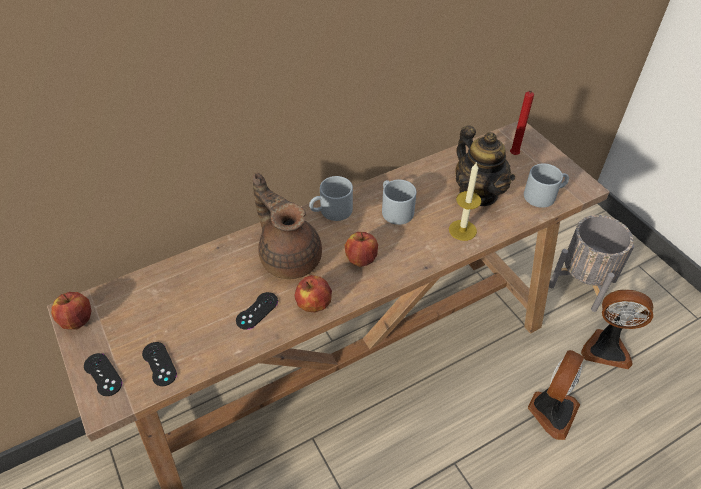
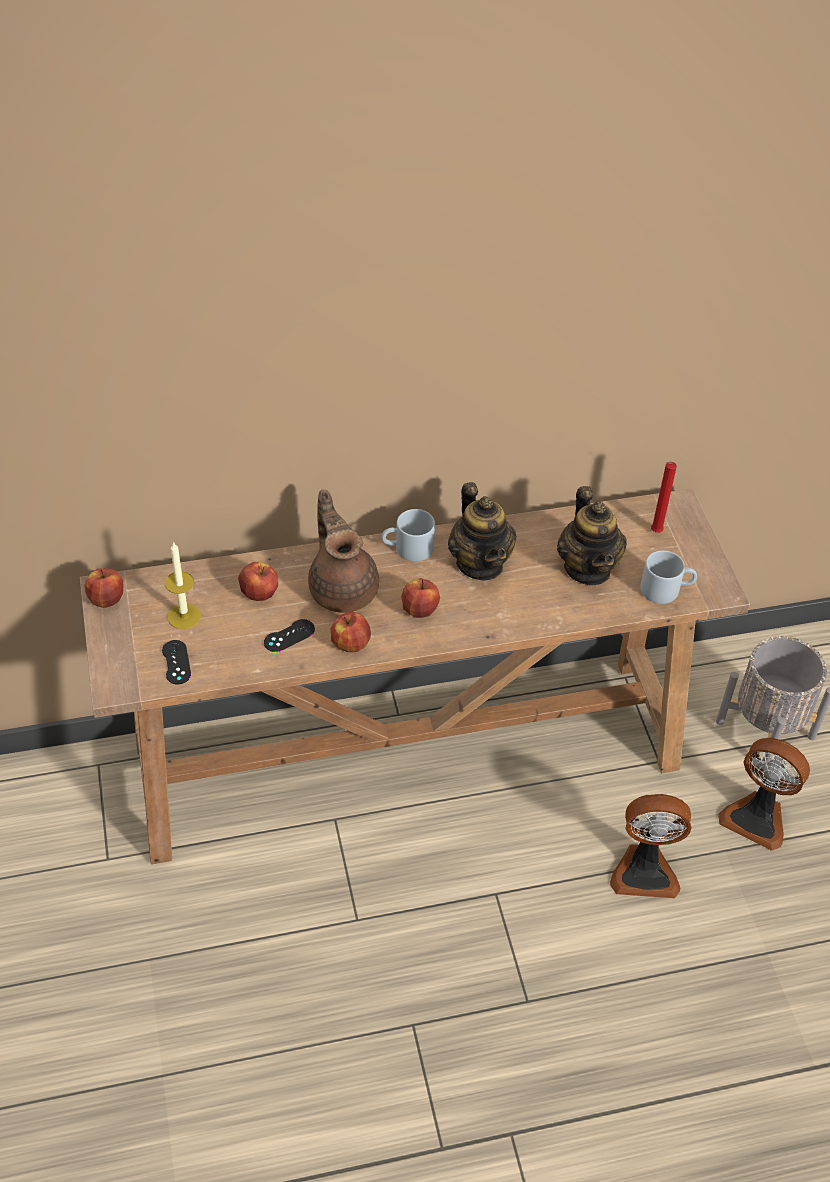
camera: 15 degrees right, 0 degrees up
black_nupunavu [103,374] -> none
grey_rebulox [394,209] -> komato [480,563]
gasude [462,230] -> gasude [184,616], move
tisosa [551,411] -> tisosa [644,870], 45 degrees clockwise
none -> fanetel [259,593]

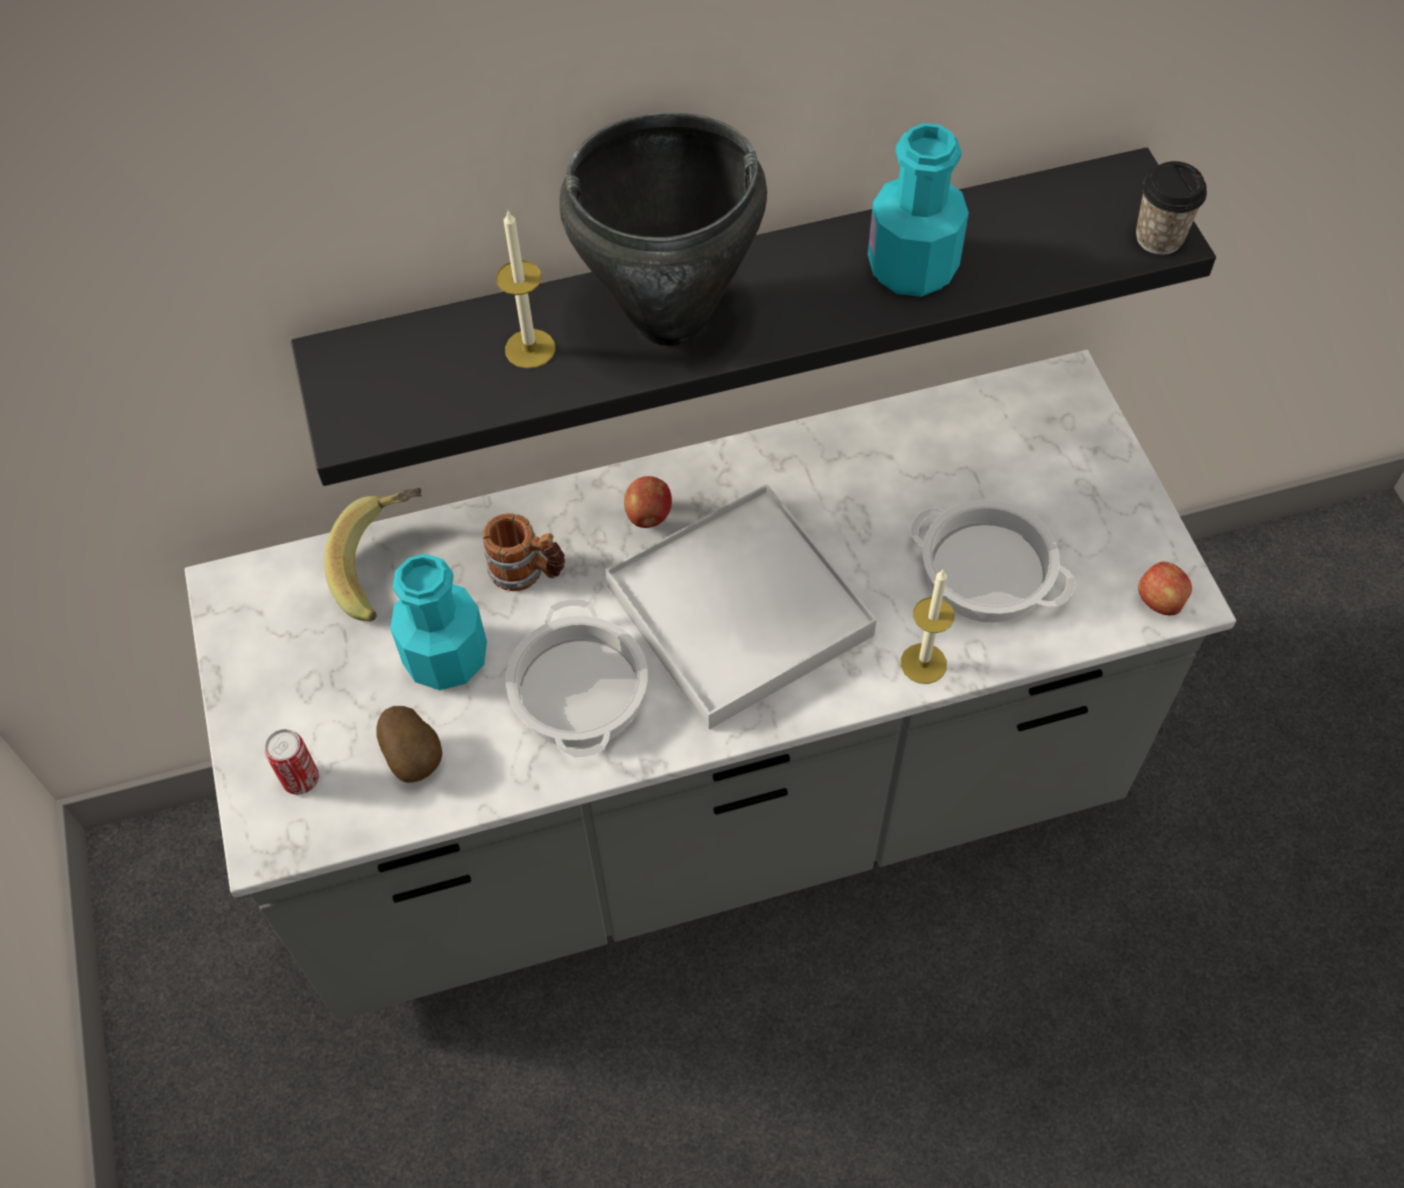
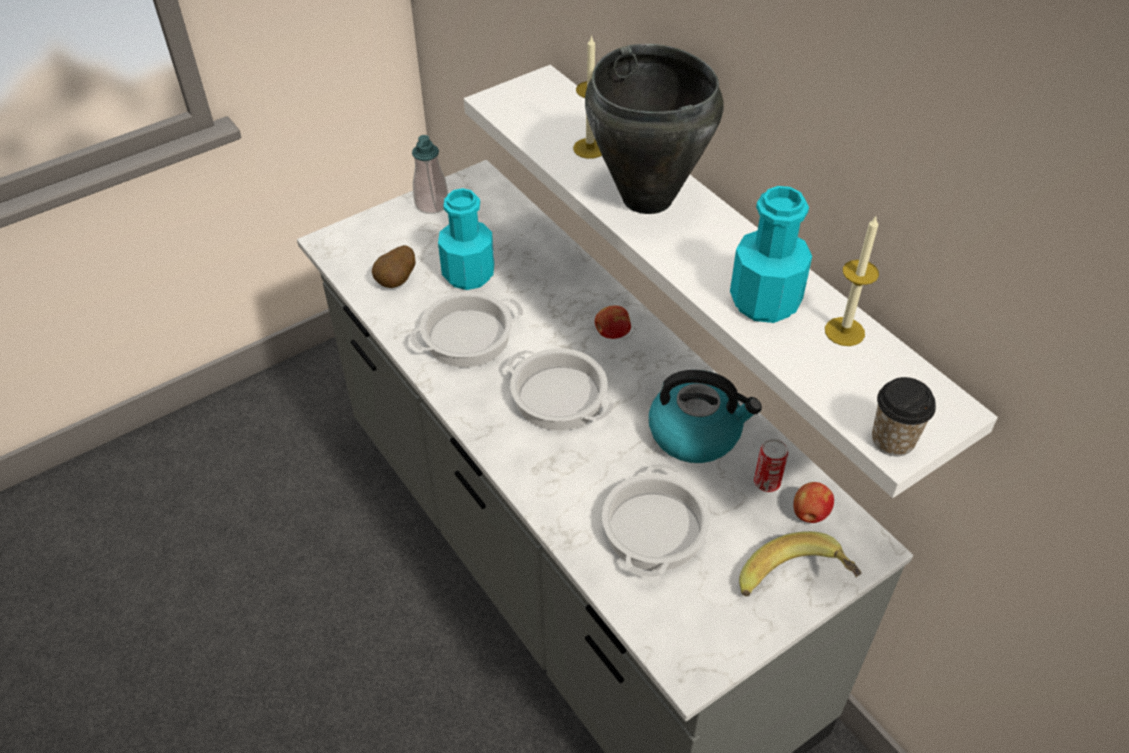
camera: 70 degrees right, 10 degrees down
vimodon [300,779] -> vimodon [767,482], move
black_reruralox [734,292] -> white_reruralox [730,253]
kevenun [385,567] -> kevenun [796,586], move
rebulox [527,572] -> none
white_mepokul [738,611] -> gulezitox [557,397]
gasude [923,663] -> gasude [844,331], move
fanetel [1160,602] -> fanetel [809,514], move
none -> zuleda [431,204]
none -> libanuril [696,433]

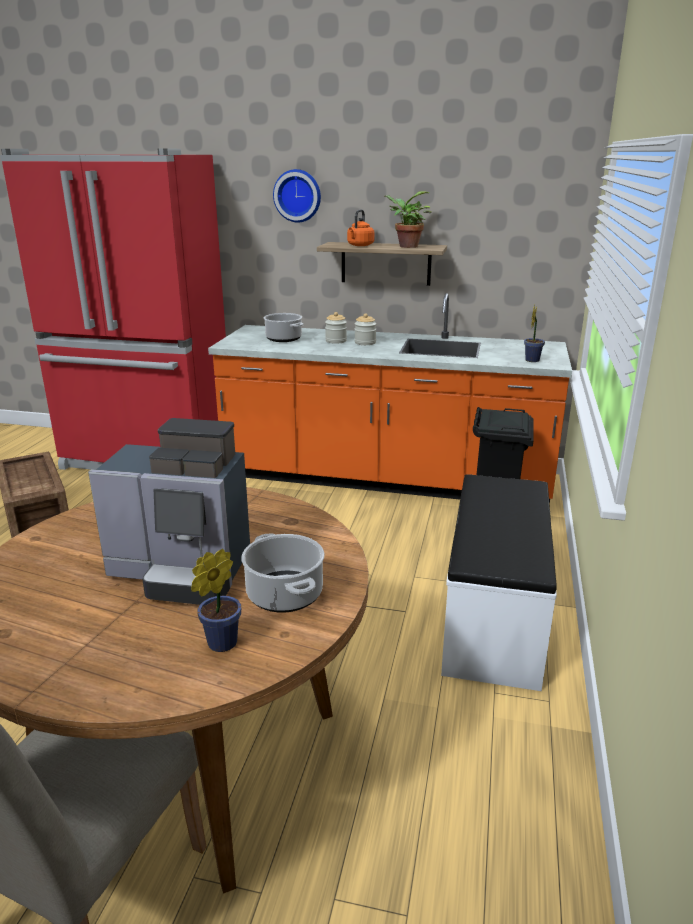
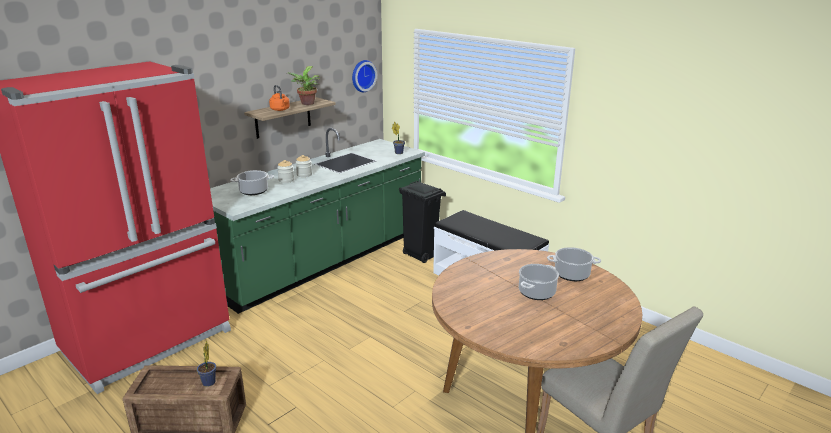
camera: 60 degrees left, 0 degrees up
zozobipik [183,571] -> gulezitox [536,292]
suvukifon [218,644] -> suvukifon [208,383], move
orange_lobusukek [386,479] -> green_lobusukek [324,261]
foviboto [298,196] -> foviboto [362,75], move

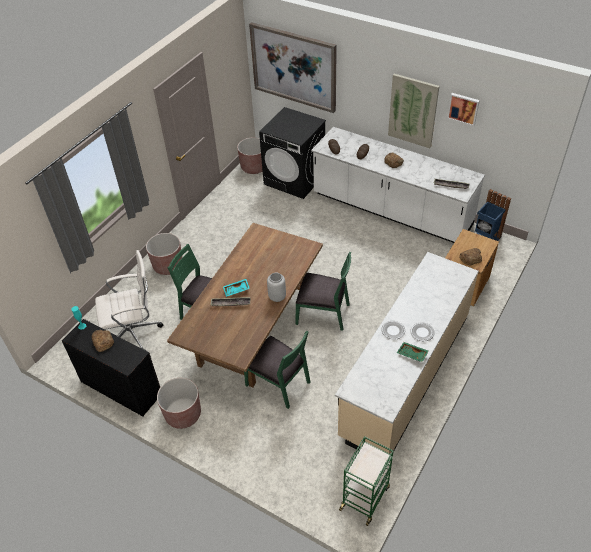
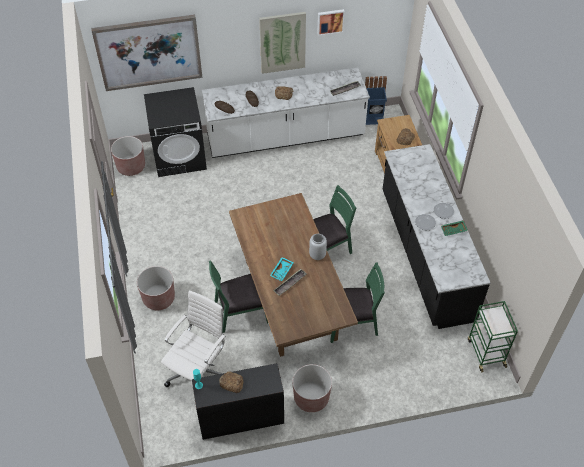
camera: 45 degrees left, 5 degrees up
beige_lobusukek [405,375] -> black_lobusukek [425,254]

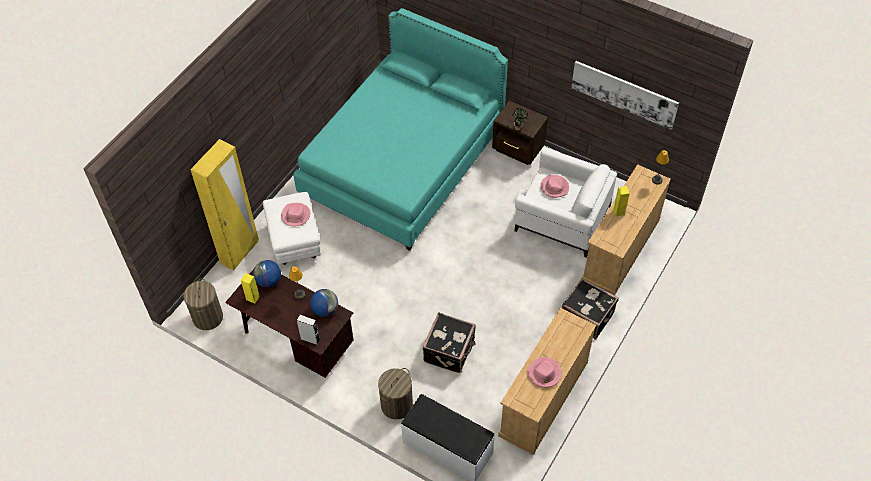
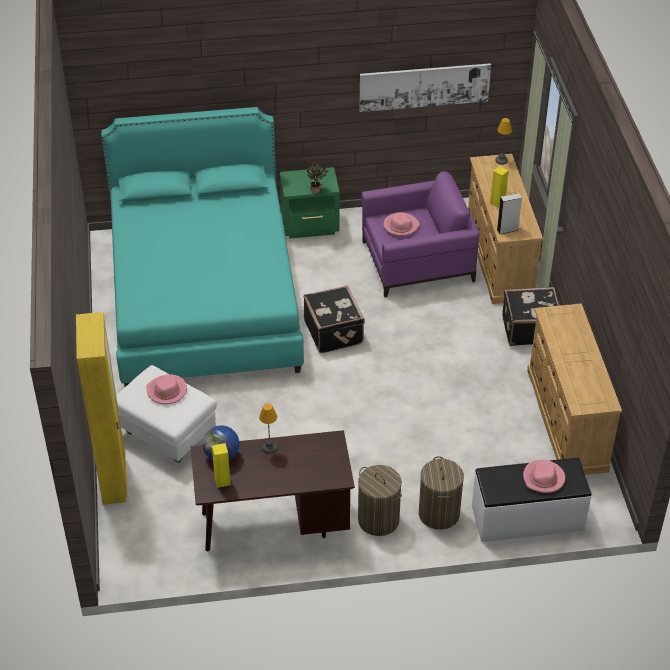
camera: 40 degrees left, 10 degrees down
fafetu [208,317] -> fafetu [378,520], move
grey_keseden [310,339] -> grey_keseden [507,229], move
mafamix [325,310] -> none
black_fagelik [450,350] -> black_fagelik [334,332], move
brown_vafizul [518,150] -> green_vafizul [311,226]
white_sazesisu [562,218] -> purple_sazesisu [417,261]
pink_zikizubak [544,373] -> pink_zikizubak [543,478], move

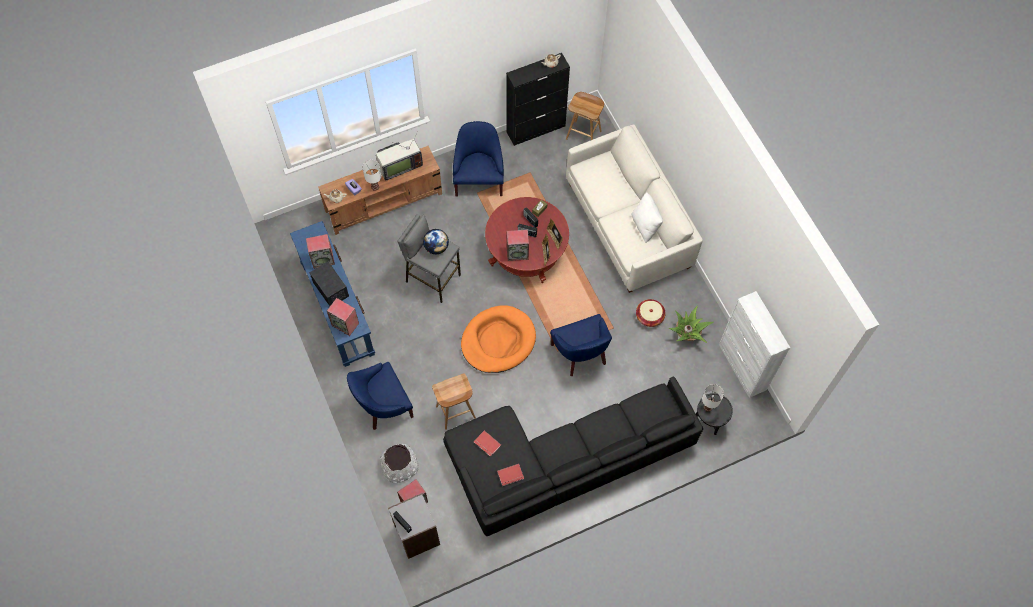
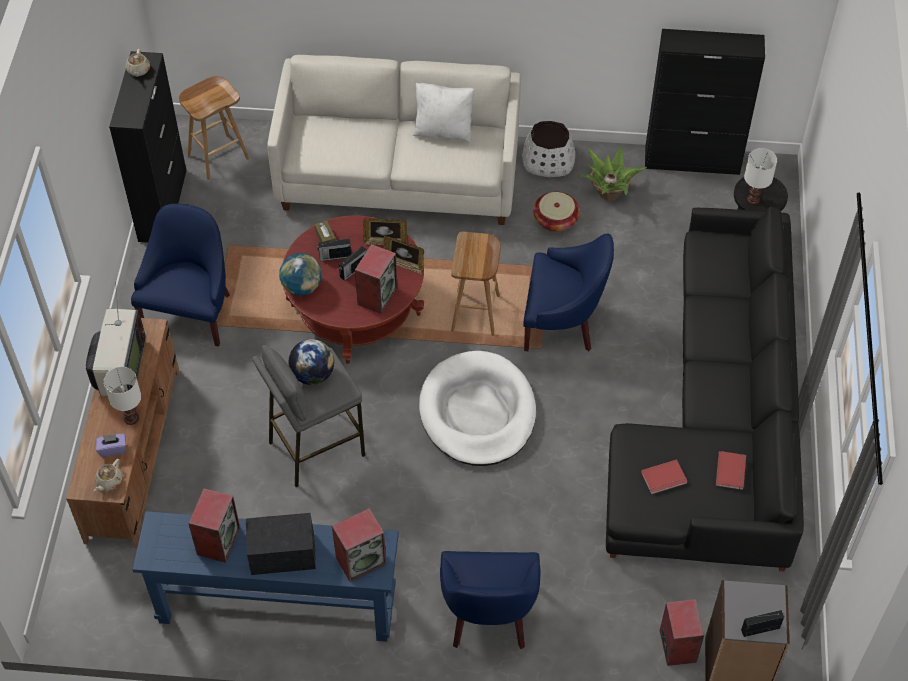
camera: 60 degrees left, 10 degrees down
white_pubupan [399,465] -> white_pubupan [548,160], move
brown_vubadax [455,412] -> brown_vubadax [476,314], move
blue_sazesisu [479,179] -> blue_sazesisu [191,312], 75 degrees clockwise
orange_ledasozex [498,341] -> white_ledasozex [477,412]
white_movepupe [742,367] -> black_movepupe [692,160]
none -> mafamix [302,287]

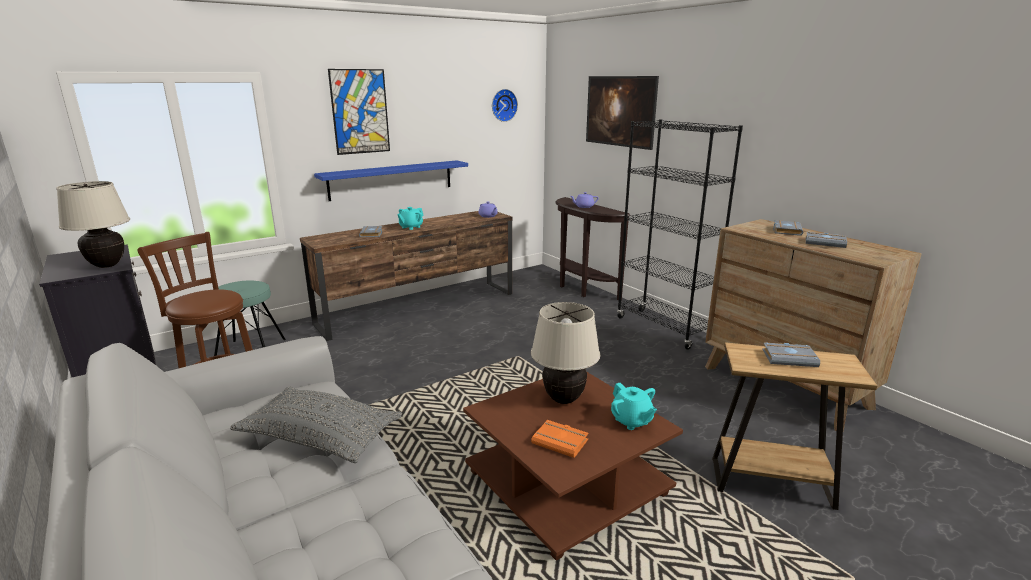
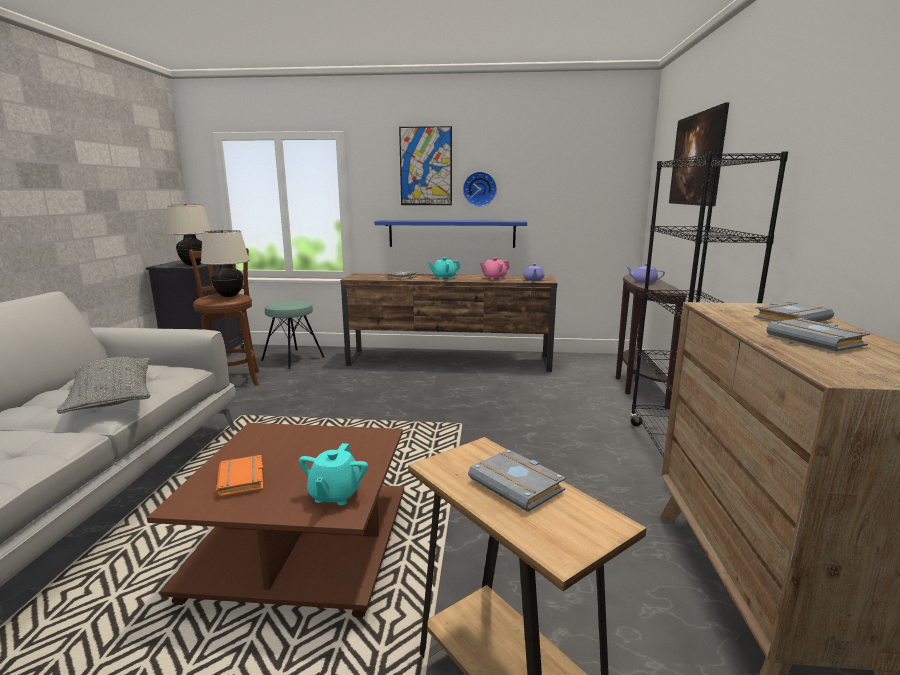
camera: 40 degrees right, 5 degrees down
foviboto [503,105] -> foviboto [479,189], move
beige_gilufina [564,399] -> beige_gilufina [229,296], move
none -> pink_komato [494,278]

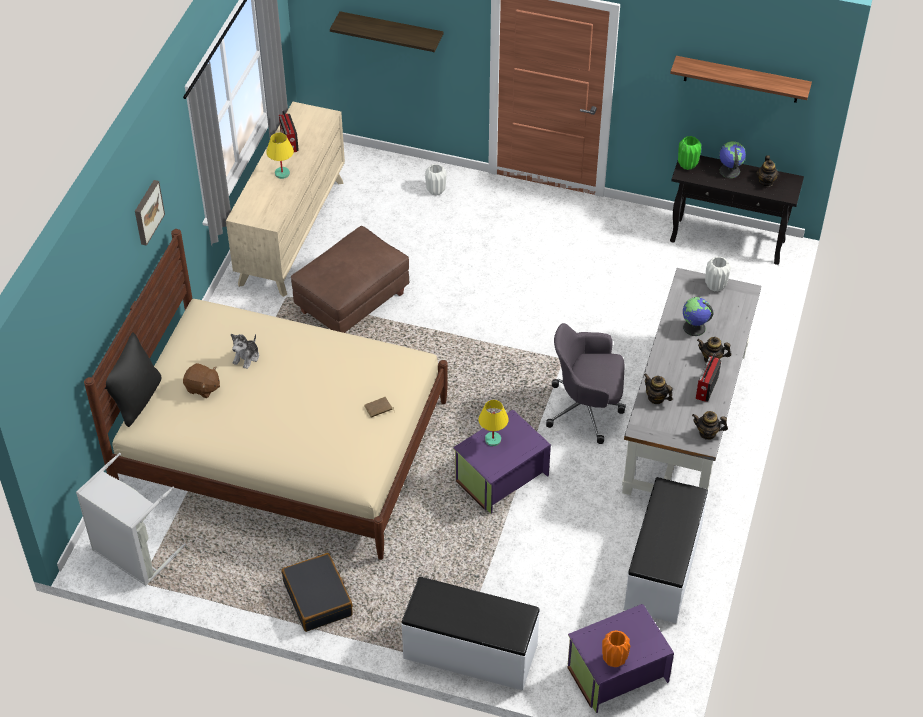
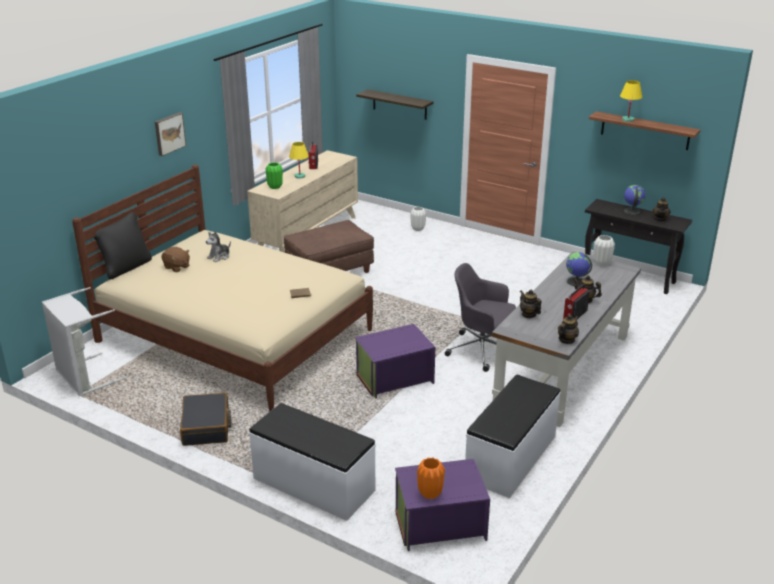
camera: 15 degrees right, 20 degrees down
yellow_gilufina [493,440] -> yellow_gilufina [628,120], move
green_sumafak [687,165] -> green_sumafak [275,187], move
komato [707,433] -> komato [566,340], 105 degrees clockwise

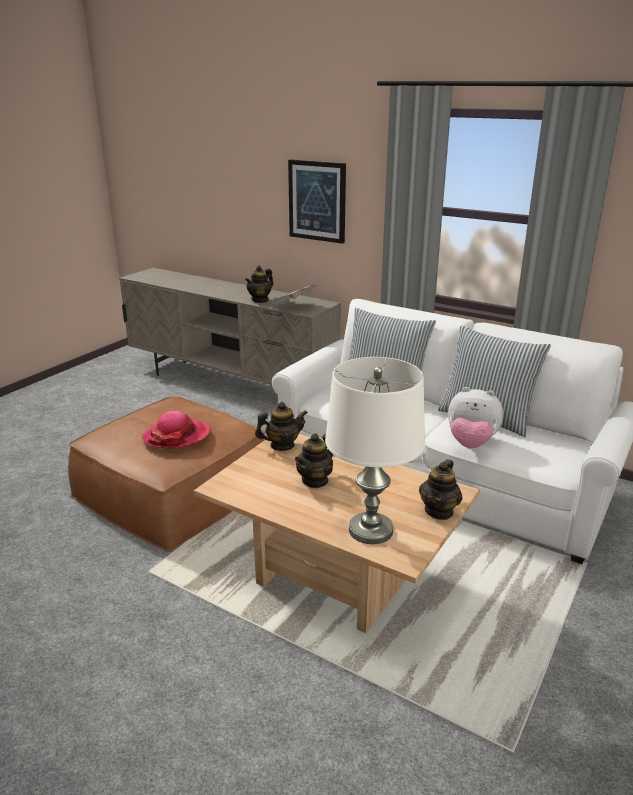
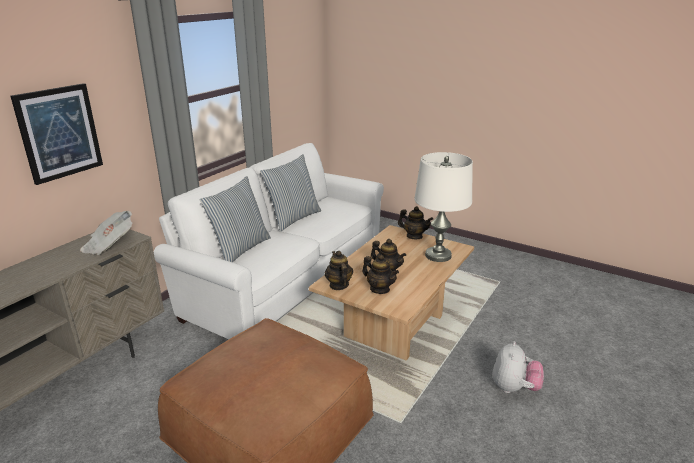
camera: 90 degrees left, 0 degrees up
zikizubak [177,436] -> none
komato [260,300] -> komato [379,289], move
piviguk [471,443] -> piviguk [514,388], move

